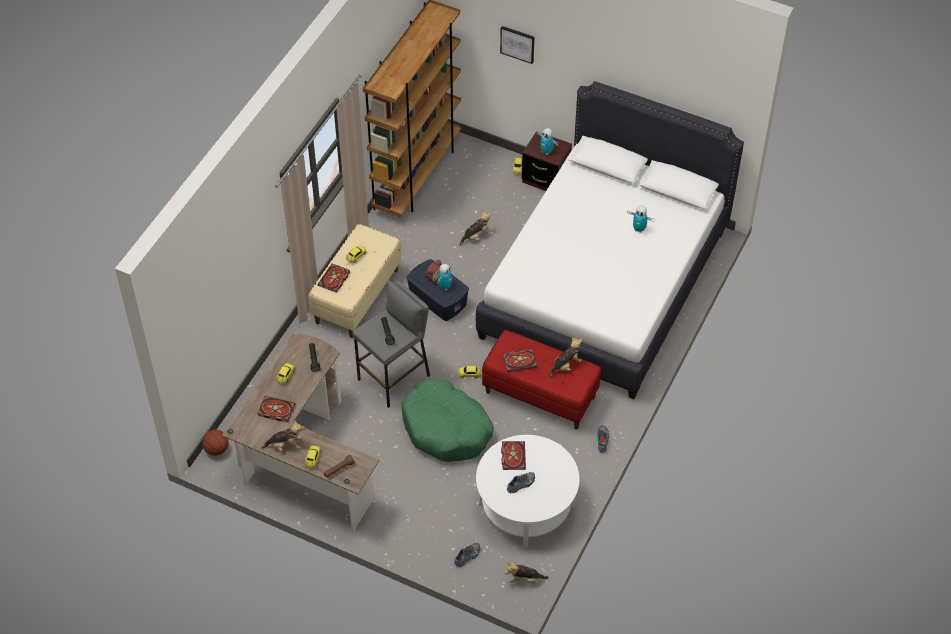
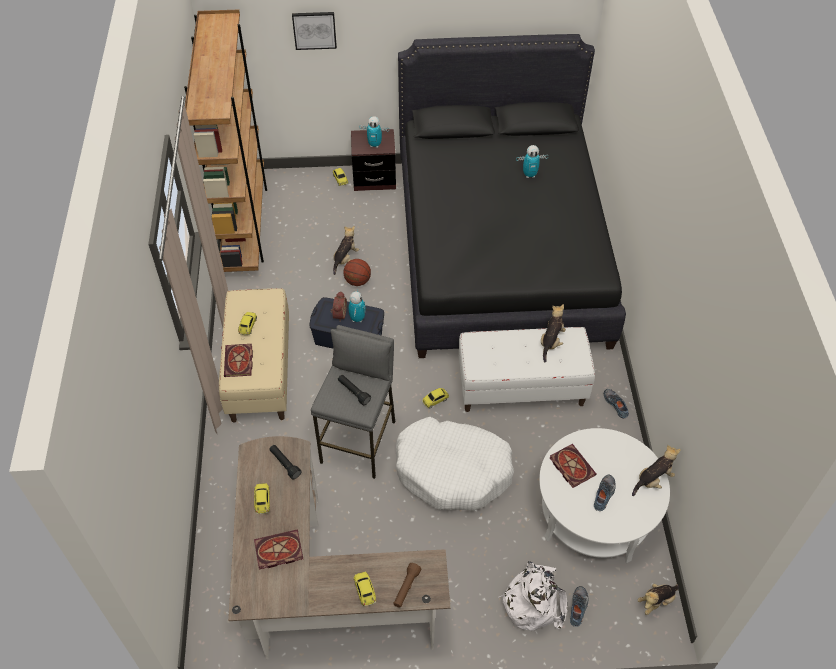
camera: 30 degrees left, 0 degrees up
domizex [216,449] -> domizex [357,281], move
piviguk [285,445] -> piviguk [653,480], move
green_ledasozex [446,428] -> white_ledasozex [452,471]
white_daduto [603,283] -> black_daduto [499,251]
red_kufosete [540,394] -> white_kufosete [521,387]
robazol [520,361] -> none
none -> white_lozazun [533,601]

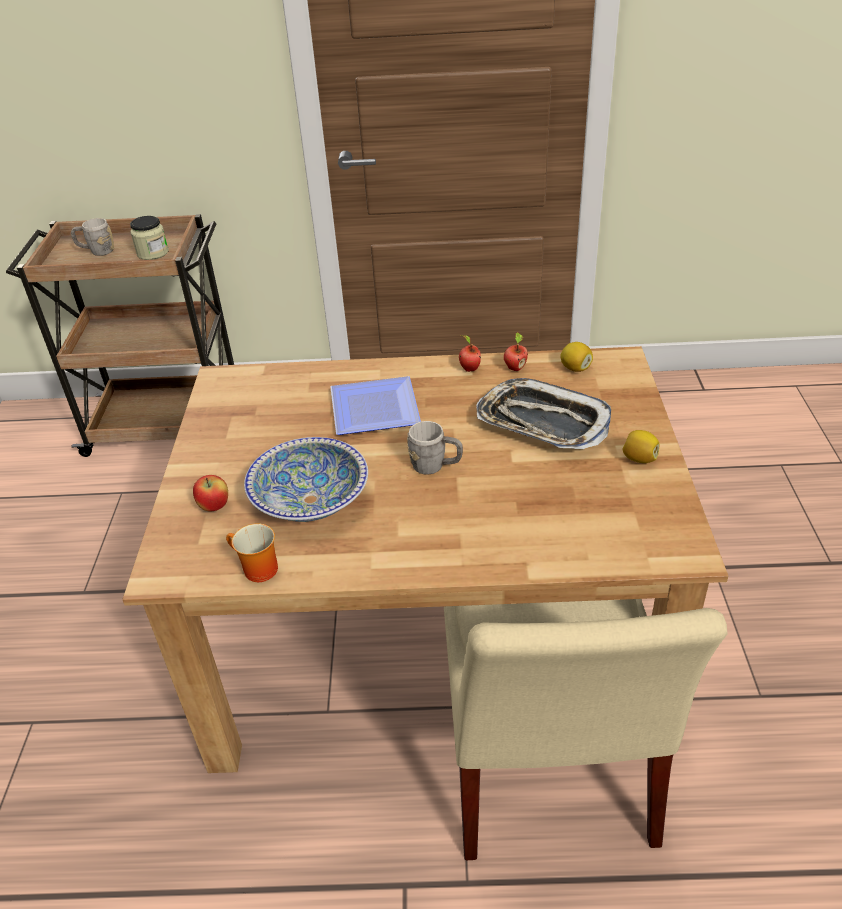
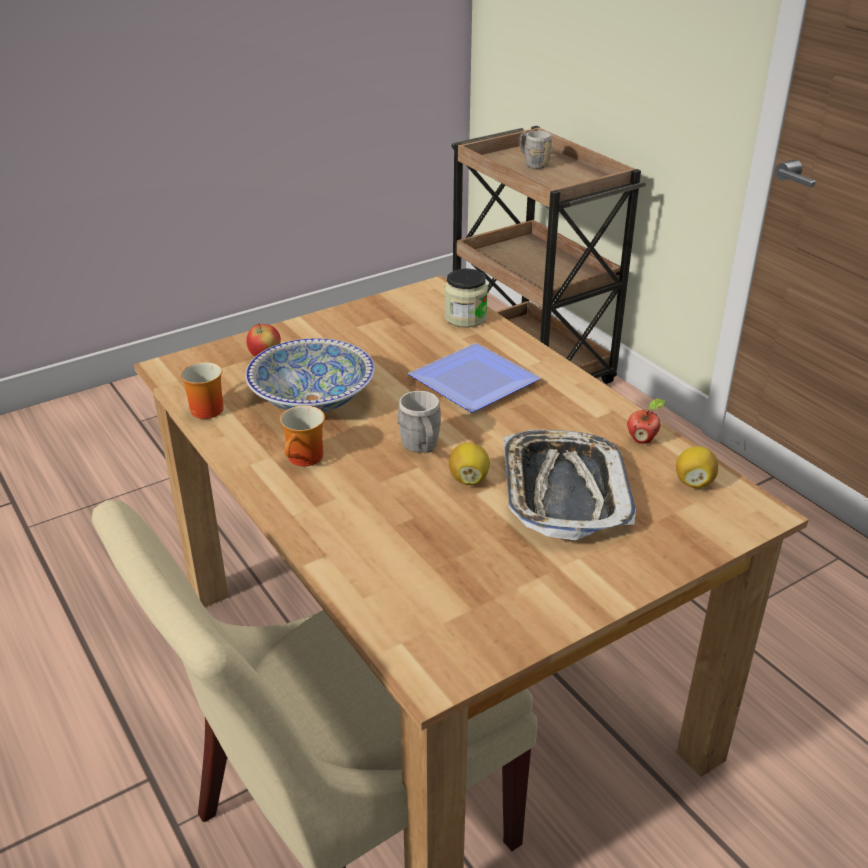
camera: 55 degrees right, 5 degrees down
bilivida [153,253] -> bilivida [465,318], move
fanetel [469,368] -> none
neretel [639,458] -> neretel [469,479], move
none -> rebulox [306,459]

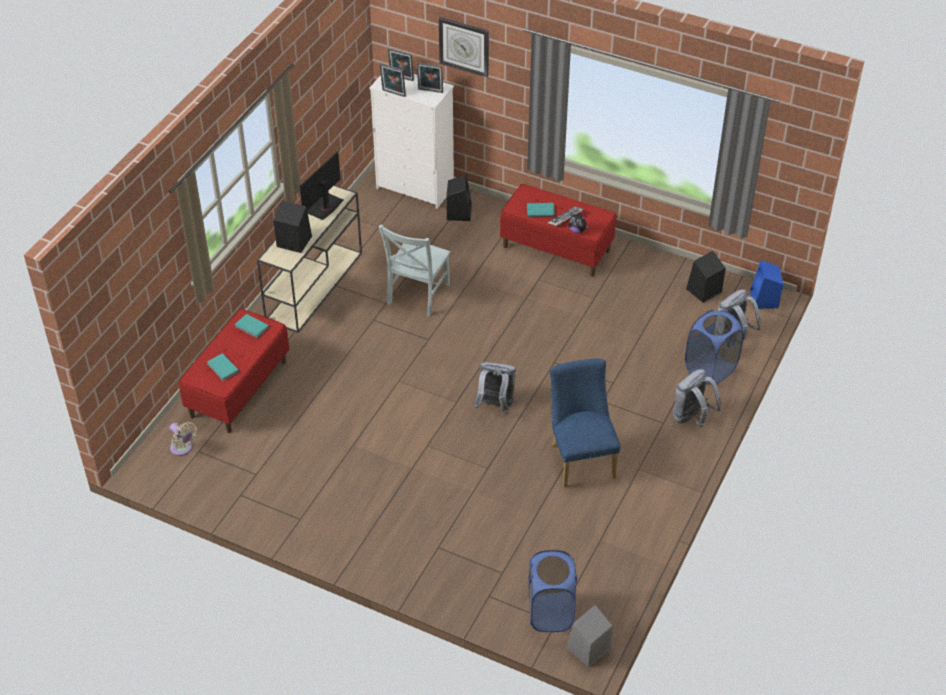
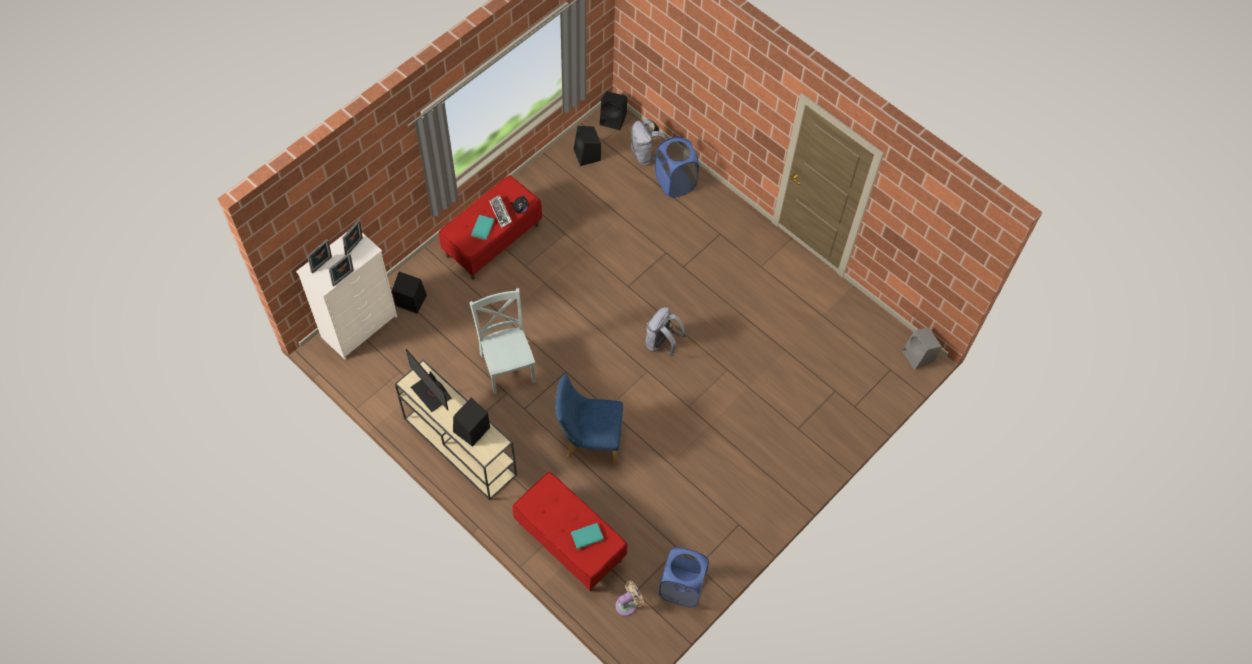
camera: 75 degrees left, 15 degrees up
turquoise_robazol [251,327] -> none
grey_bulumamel [417,295] -> grey_bulumamel [507,365], 150 degrees counterclockwise
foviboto [464,46] -> none
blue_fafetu [550,612] -> blue_fafetu [681,587], move
blue_bulumamel [580,457] -> blue_bulumamel [589,439], move
grey_lozazun [692,418] -> none
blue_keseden [764,300] -> black_keseden [614,119]

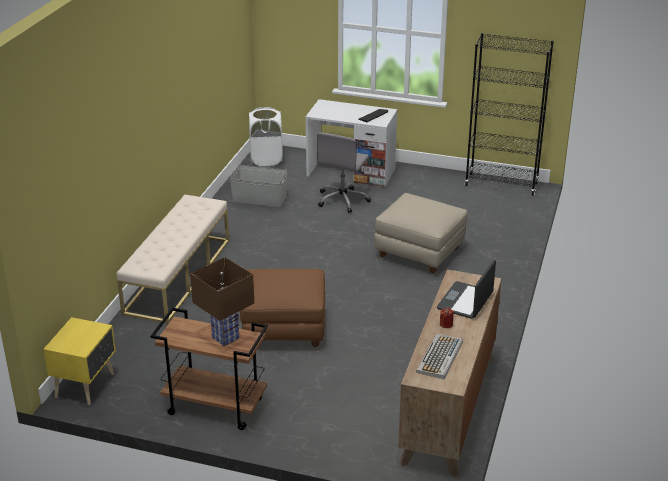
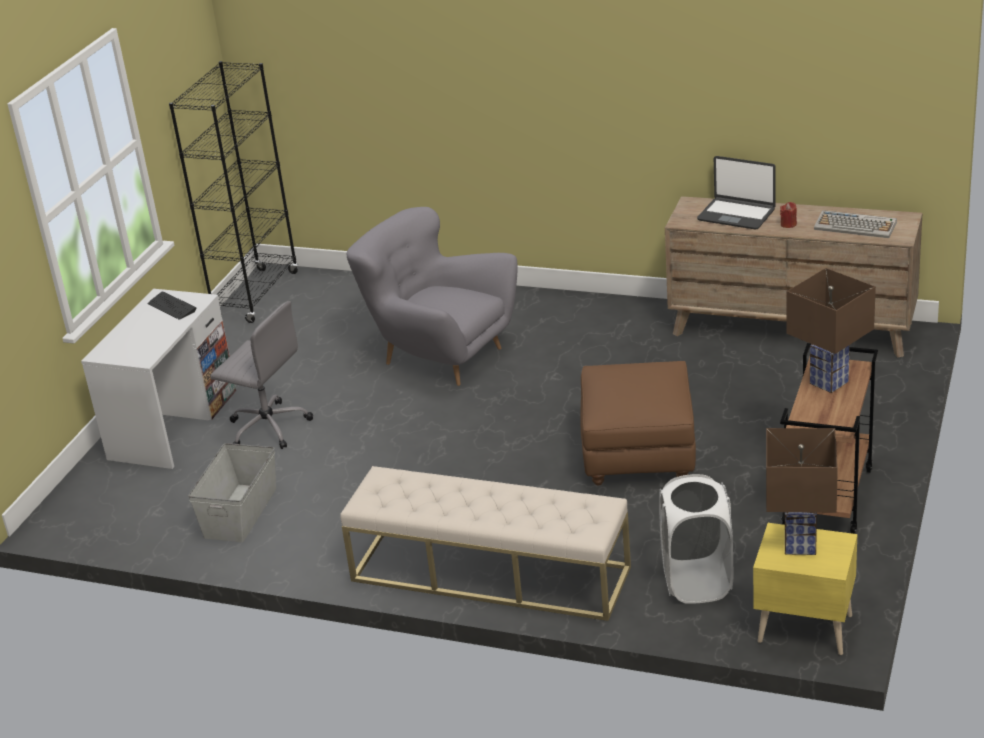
camera: 85 degrees left, 0 degrees up
white_fafetu [266,159] -> white_fafetu [696,581], move
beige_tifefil [419,253] -> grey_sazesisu [440,356]
none -> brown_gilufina [799,544]

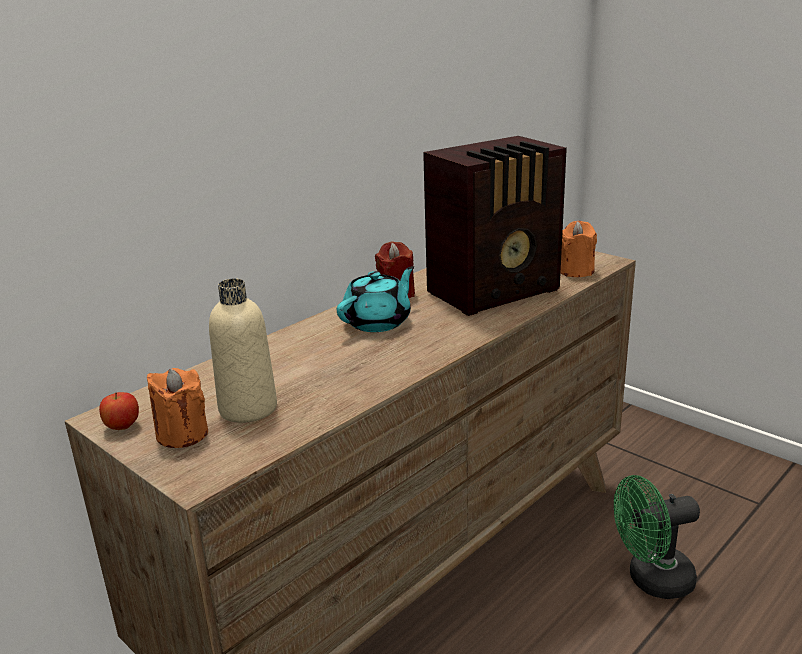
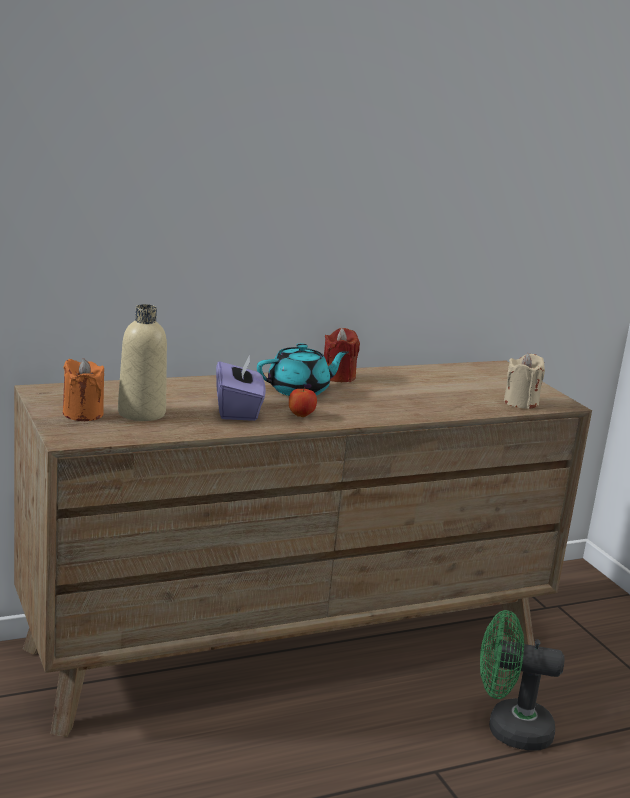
camera: 20 degrees right, 5 degrees down
fanetel [122,427] -> fanetel [301,415], move
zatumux [496,292] -> none
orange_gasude [576,271] -> beige_gasude [521,403]
none -> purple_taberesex [238,410]

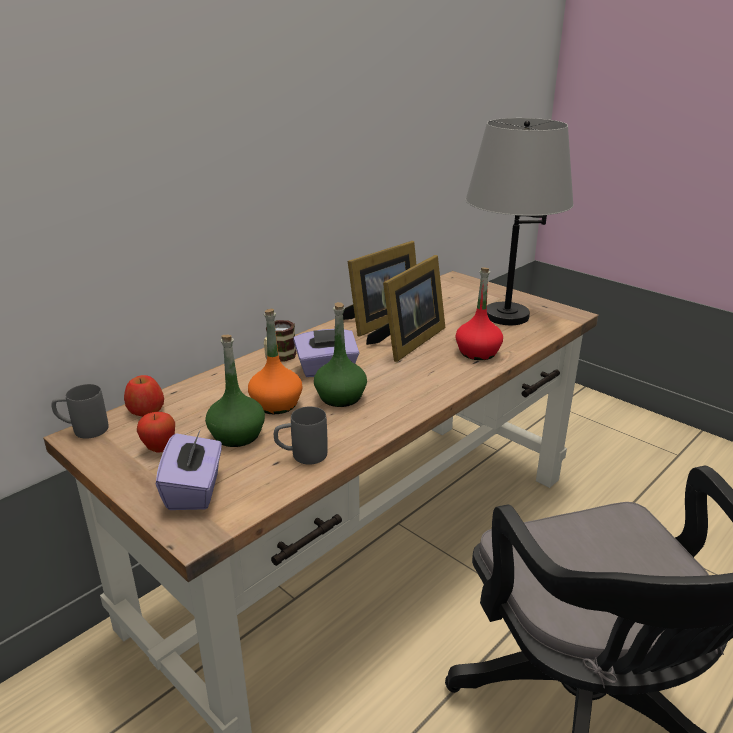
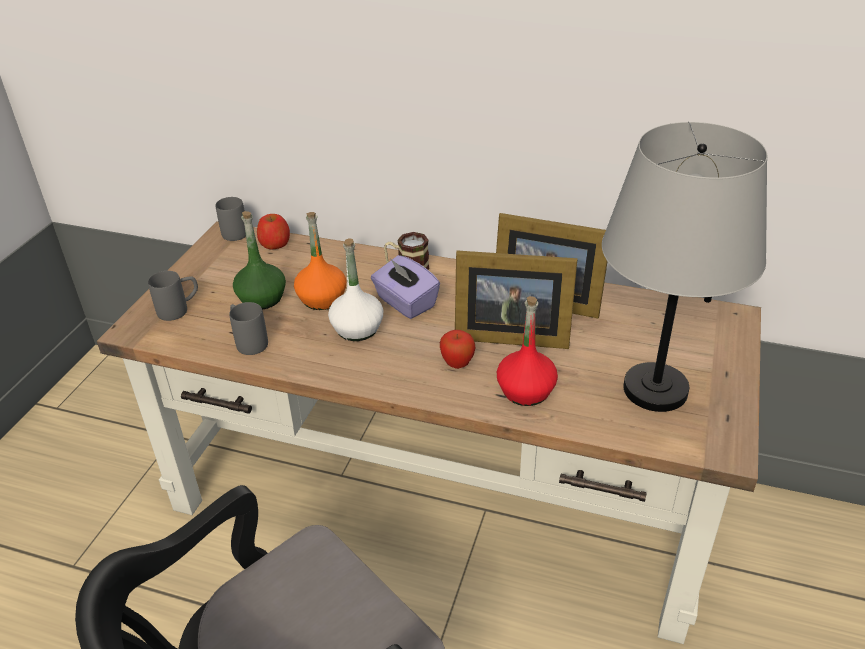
camera: 65 degrees right, 10 degrees up
fanetel [159,448] -> fanetel [457,364], move
purple_taberesex [195,490] -> grey_rebulox [179,309]
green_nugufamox [341,397] -> white_nugufamox [357,329]

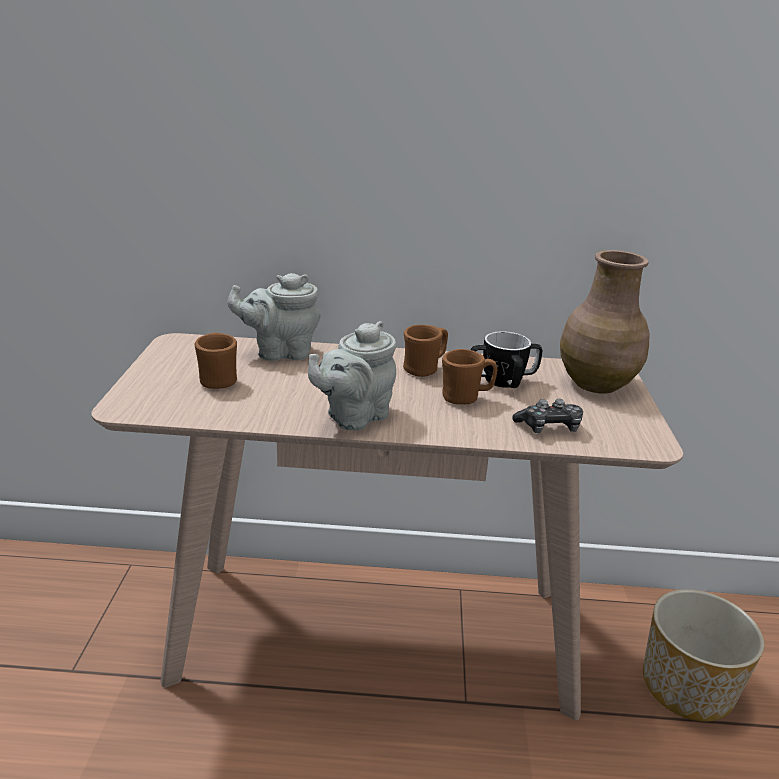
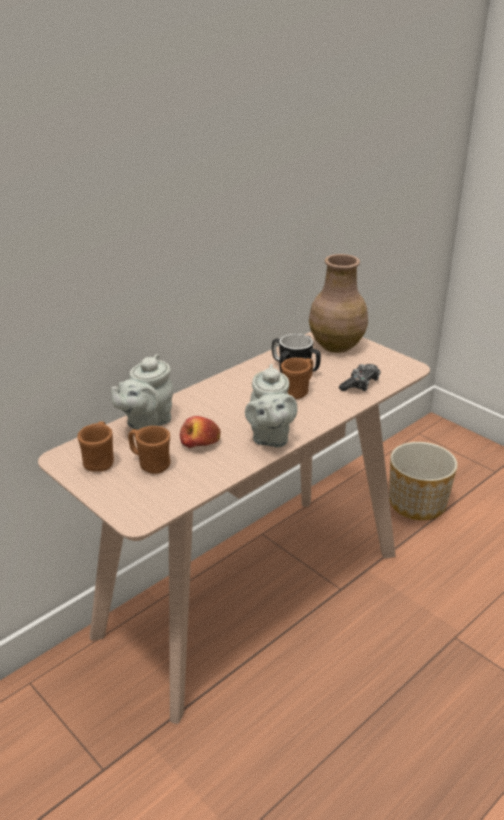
camera: 45 degrees left, 5 degrees up
brown_rebulox [425,369] -> brown_rebulox [100,461], move
none -> fanetel [200,442]

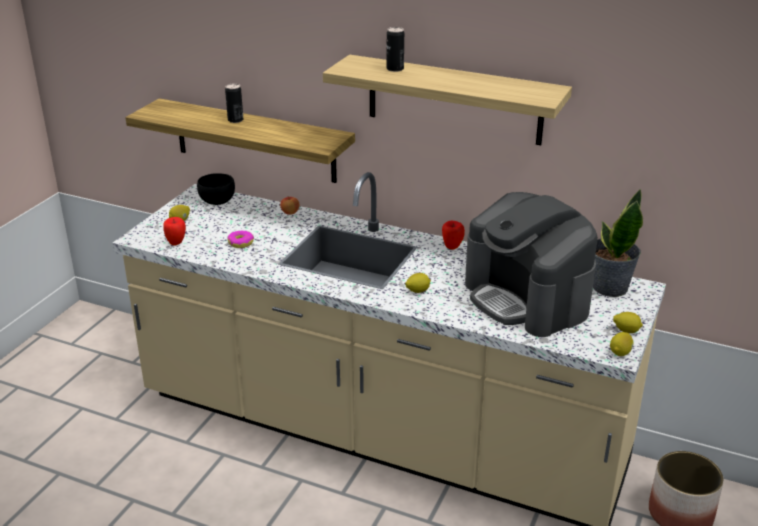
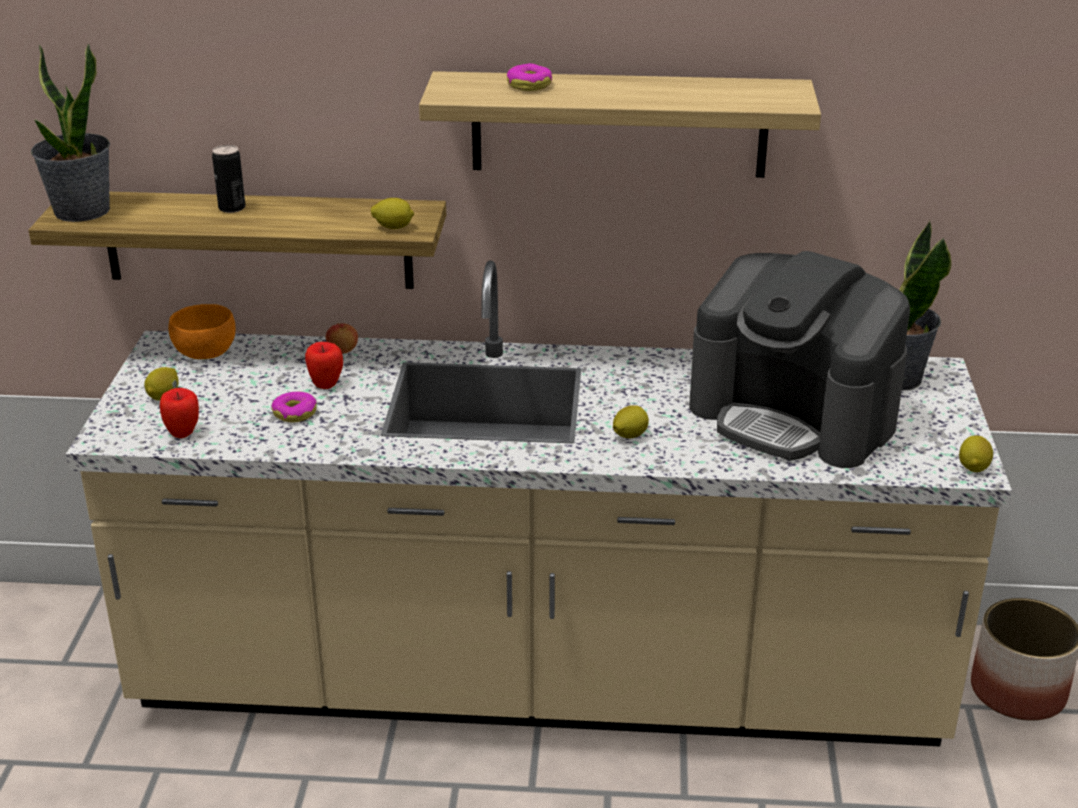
camera: 20 degrees left, 0 degrees up
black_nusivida [216,200] -> orange_nusivida [204,352]
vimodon [395,69] -> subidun [529,85]
fanetel [452,246] -> fanetel [326,384], move
neretel [626,331] -> neretel [393,227], move
none -> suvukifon [82,211]

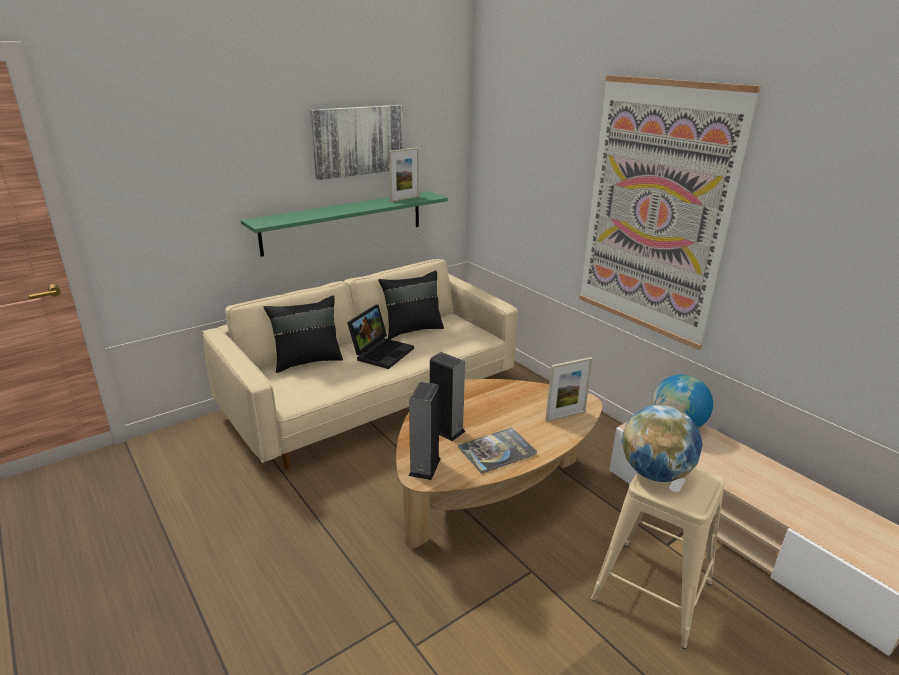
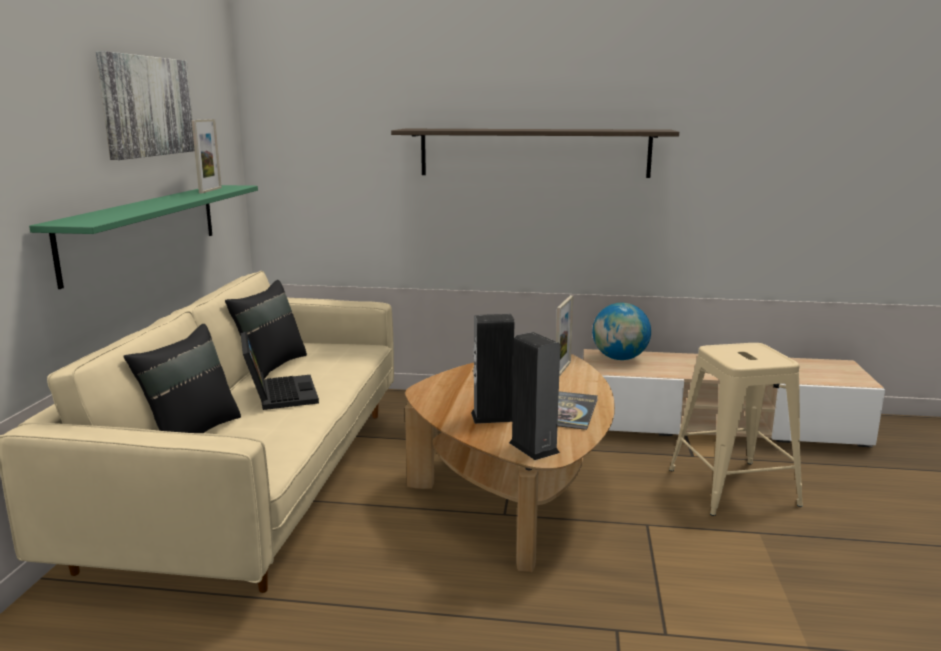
camera: 45 degrees left, 10 degrees down
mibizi [654,211] -> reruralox [534,152]
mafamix [655,473] -> none

